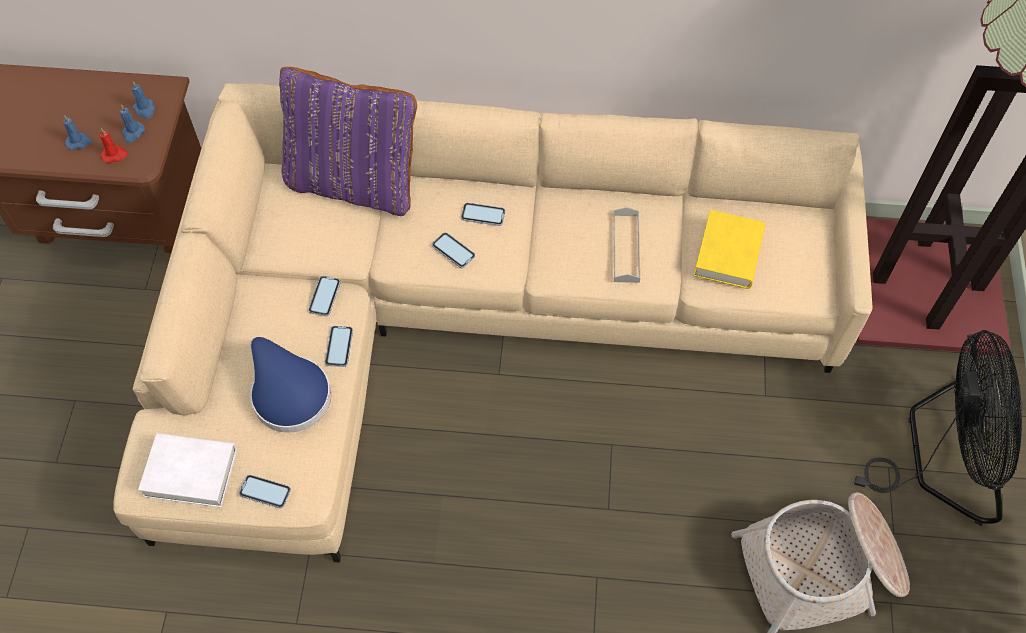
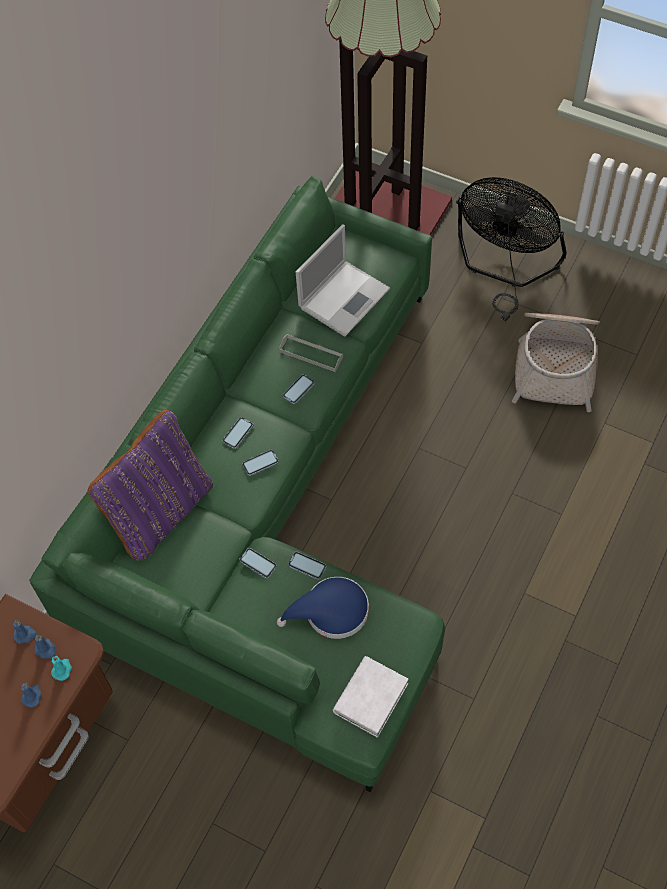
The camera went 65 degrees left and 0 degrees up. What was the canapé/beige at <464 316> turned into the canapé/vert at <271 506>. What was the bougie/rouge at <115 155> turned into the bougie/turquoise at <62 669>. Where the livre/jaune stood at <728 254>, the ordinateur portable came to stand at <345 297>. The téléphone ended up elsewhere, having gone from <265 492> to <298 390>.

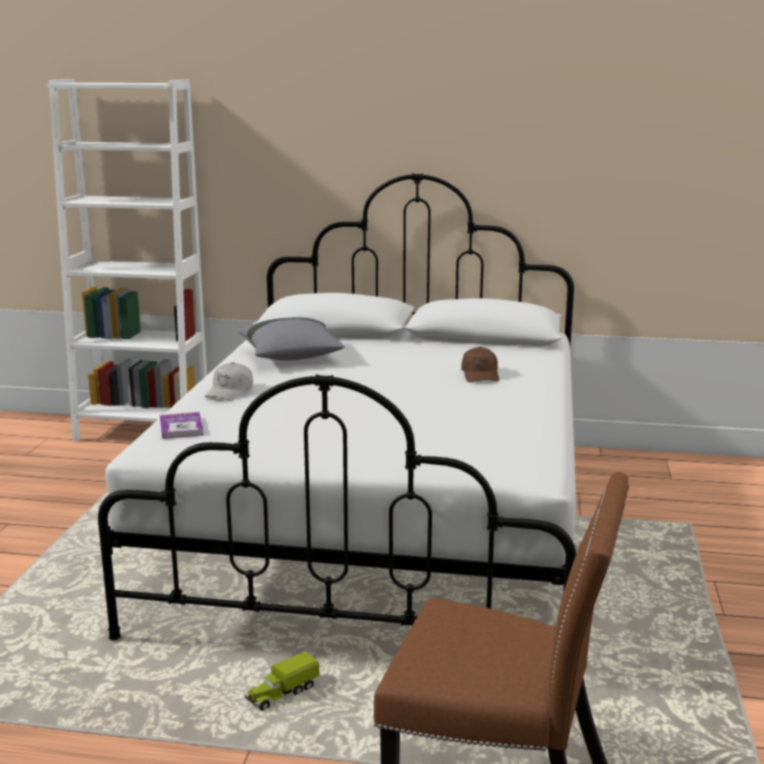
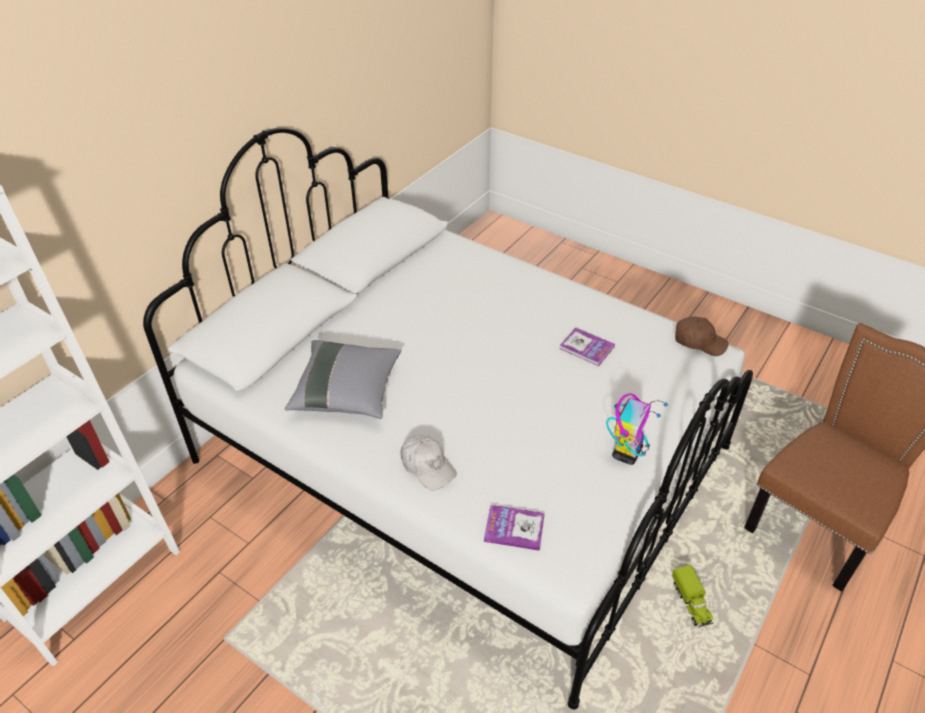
The camera went 65 degrees left and 25 degrees up. The casquette/marron ended up elsewhere, having gone from <480 375> to <699 341>. The second view gained the livre at <586 348>. The second view gained the robot jouet at <627 452>.

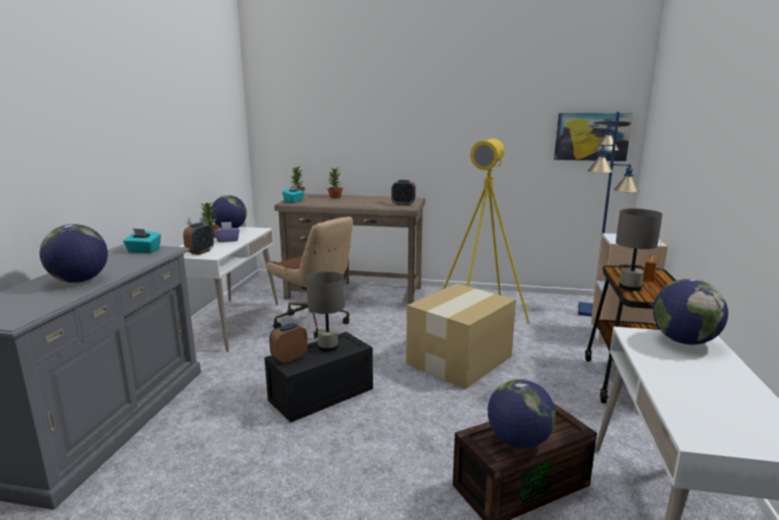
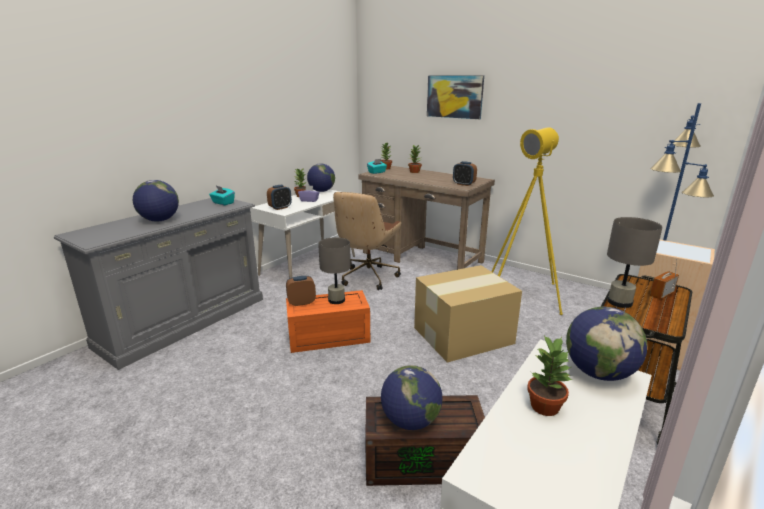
The camera went 25 degrees right and 5 degrees up. The tableau ended up elsewhere, having gone from <591 137> to <454 96>. The chaise de bureau/marron at <313 324> ended up facing another way, 45 degrees clockwise from before. What was the boîte de rangement/noir at <320 395> turned into the boîte de rangement/orange at <327 337>. The second view gained the plante en pot at <544 406>.

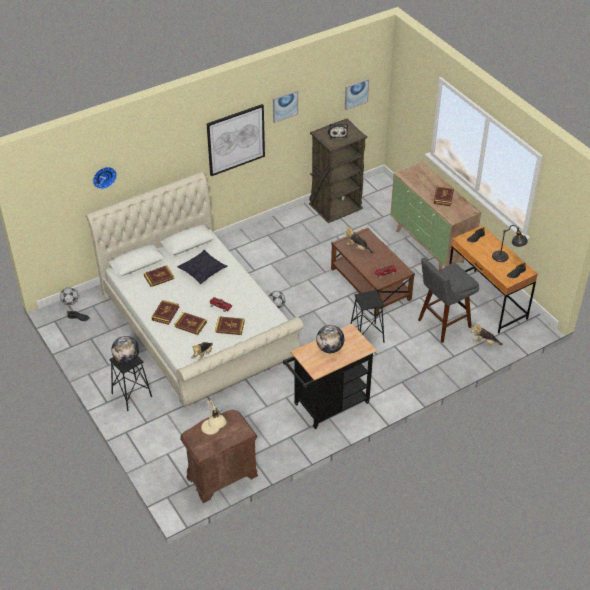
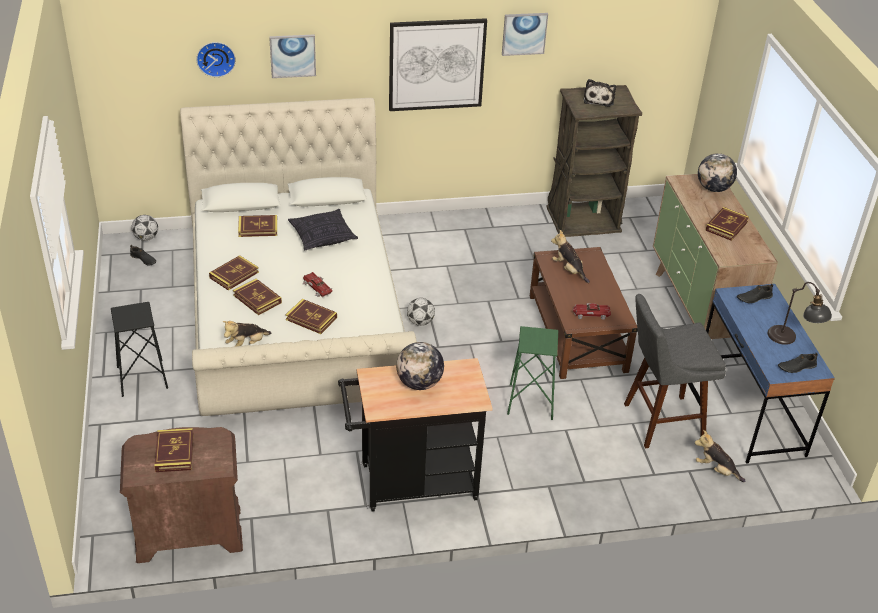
The camera went 20 degrees right and 5 degrees down. The tableau ended up elsewhere, having gone from <356 93> to <292 55>. What was the bureau/marron at <486 301> turned into the bureau/bleu at <749 410>. What was the tabouret/noir at <366 335> turned into the tabouret/vert at <531 402>. The globe ended up elsewhere, having gone from <127 359> to <713 188>. Where the lampe de table/beige stood at <214 433>, the livre came to stand at <174 452>.

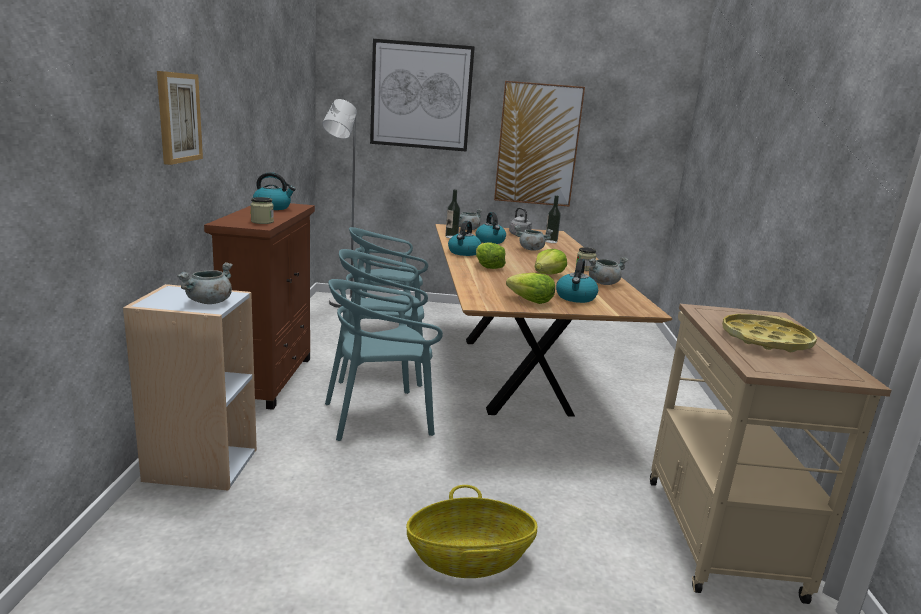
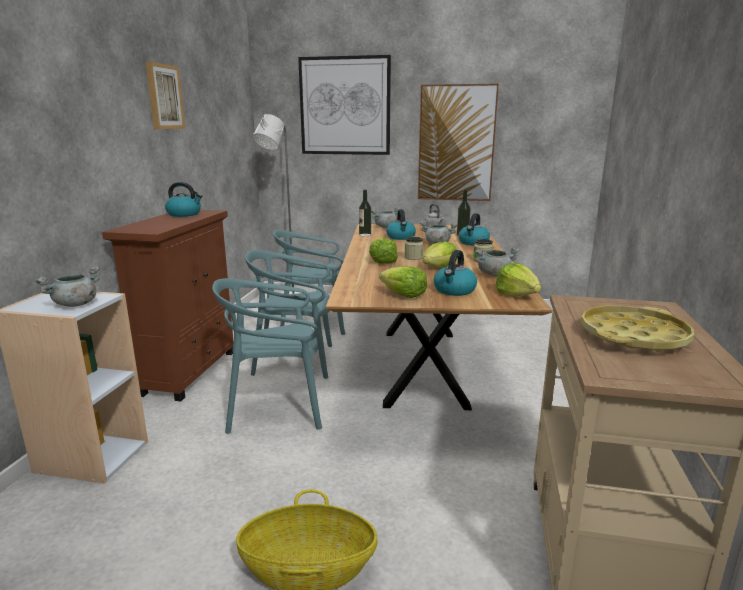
The camera went 10 degrees right and 0 degrees up. The tableau ended up elsewhere, having gone from <178 117> to <164 97>. The bocal ended up elsewhere, having gone from <262 222> to <413 257>. The bouilloire ended up elsewhere, having gone from <464 252> to <473 243>. The second view gained the laitue at <517 294>.

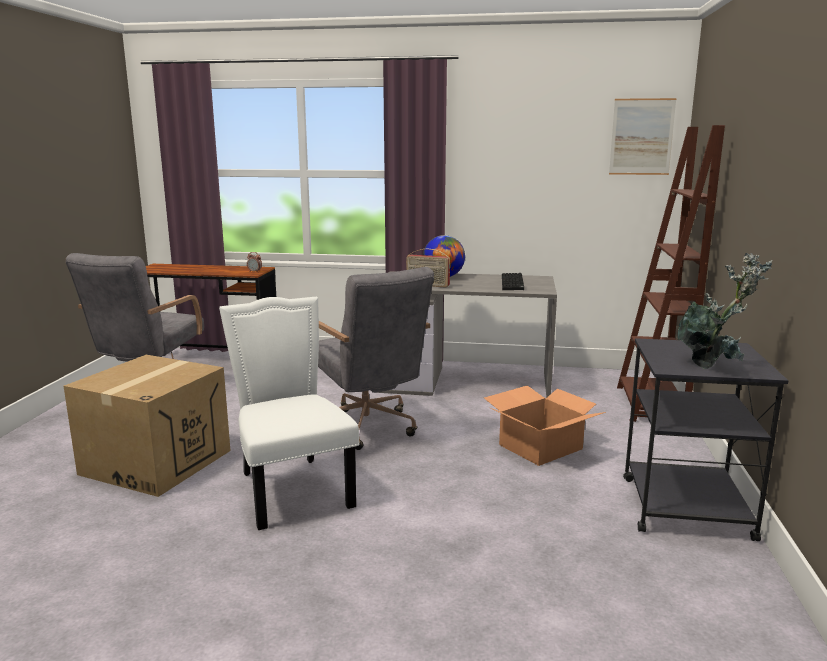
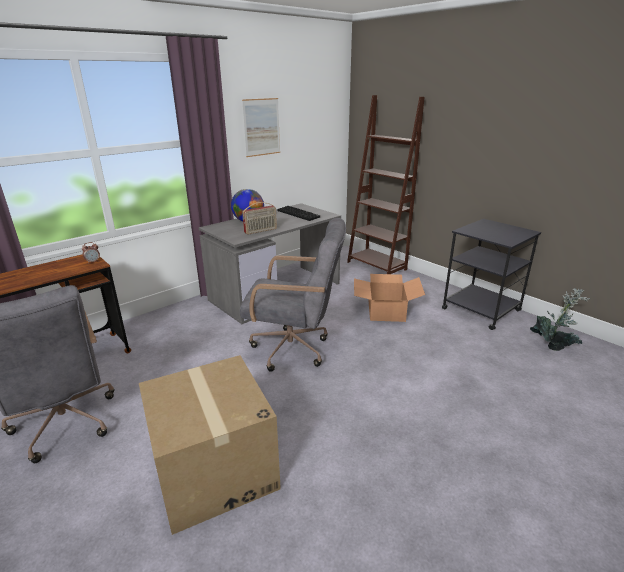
The camera went 50 degrees left and 10 degrees up. The tableau ended up elsewhere, having gone from <641 137> to <262 127>. The plante en pot ended up elsewhere, having gone from <712 365> to <553 346>. The second view lost the chaise/blanc at <293 492>.

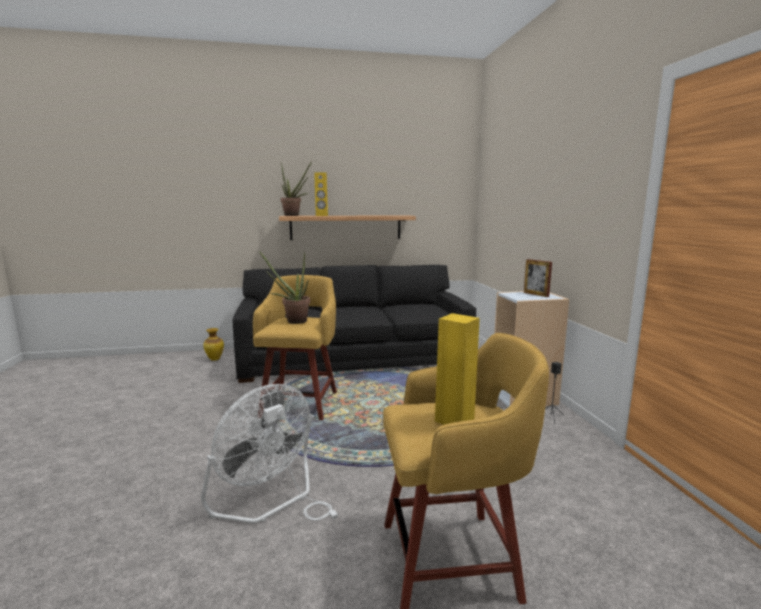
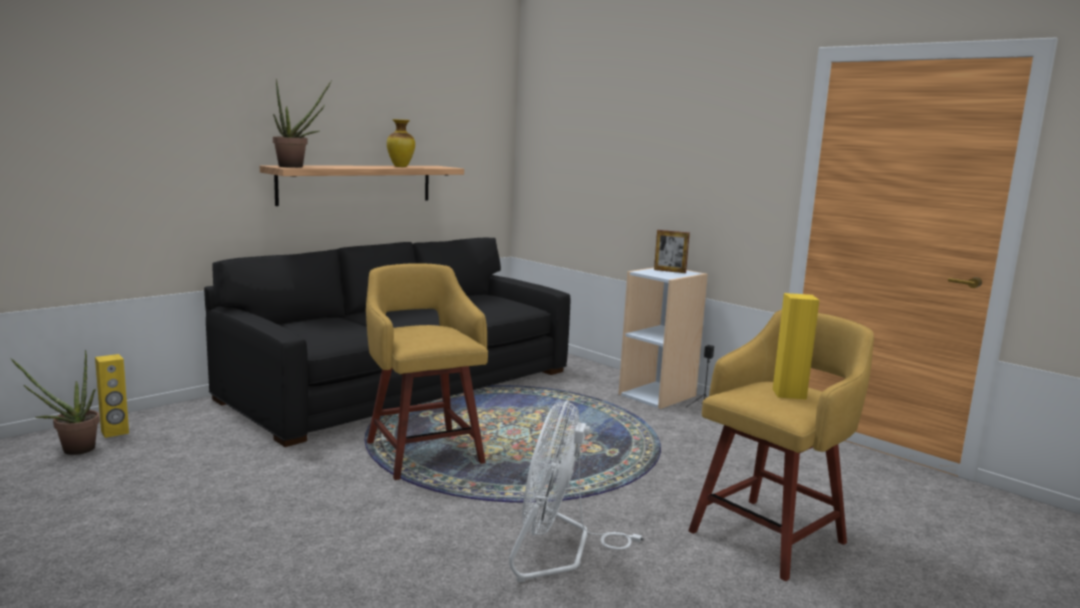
The camera went 35 degrees left and 0 degrees up. The enceinte/jaune ended up elsewhere, having gone from <321 215> to <115 432>. The plante en pot ended up elsewhere, having gone from <292 321> to <71 450>. The vase ended up elsewhere, having gone from <214 359> to <400 166>.

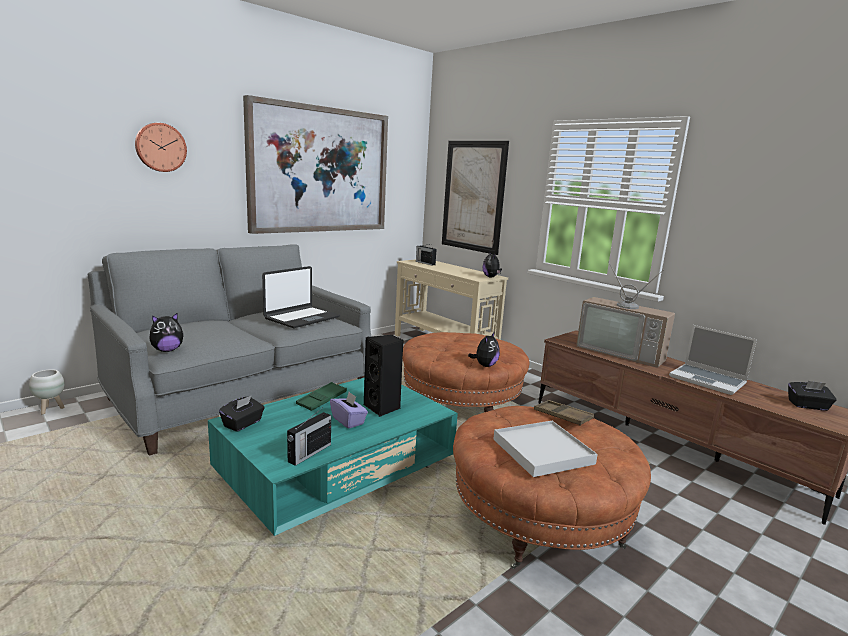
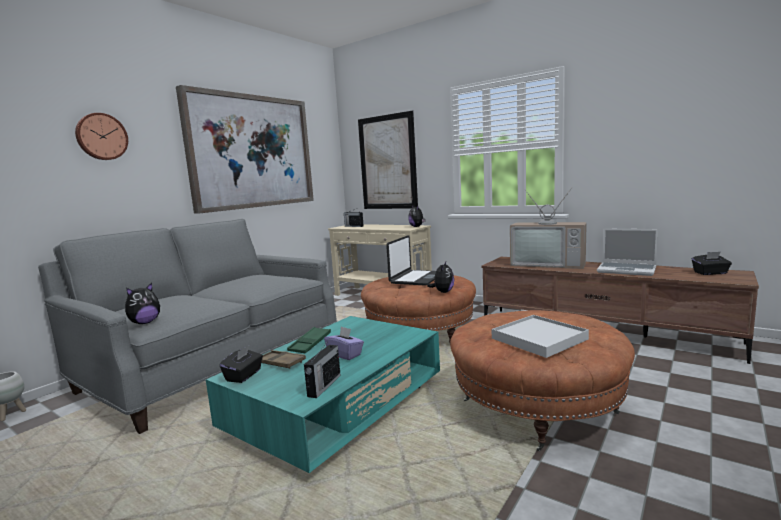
The camera went 10 degrees left and 5 degrees down. The ordinateur portable ended up elsewhere, having gone from <301 318> to <416 278>. The second view lost the enceinte/noir at <383 408>. The plateau/marron ended up elsewhere, having gone from <562 416> to <280 363>.

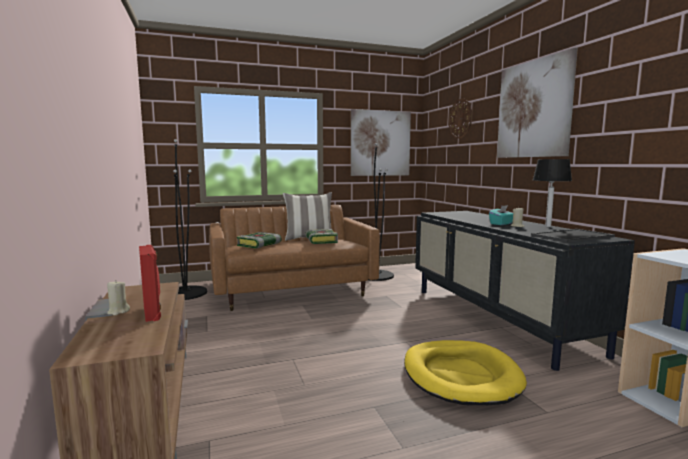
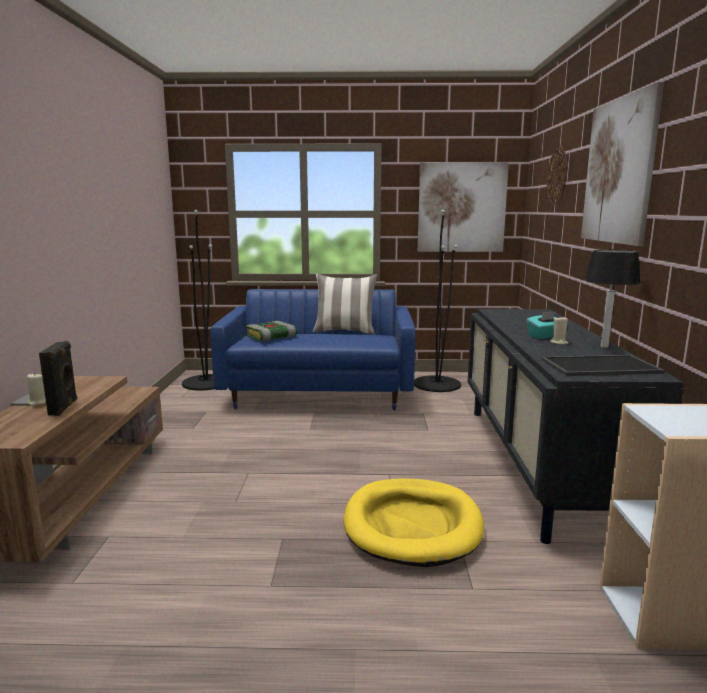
The camera went 20 degrees right and 5 degrees up. What was the canapé/marron at <292 291> turned into the canapé/bleu at <319 393>. The second view lost the livre at <320 241>. What was the enceinte/rouge at <153 313> turned into the enceinte/noir at <64 407>.

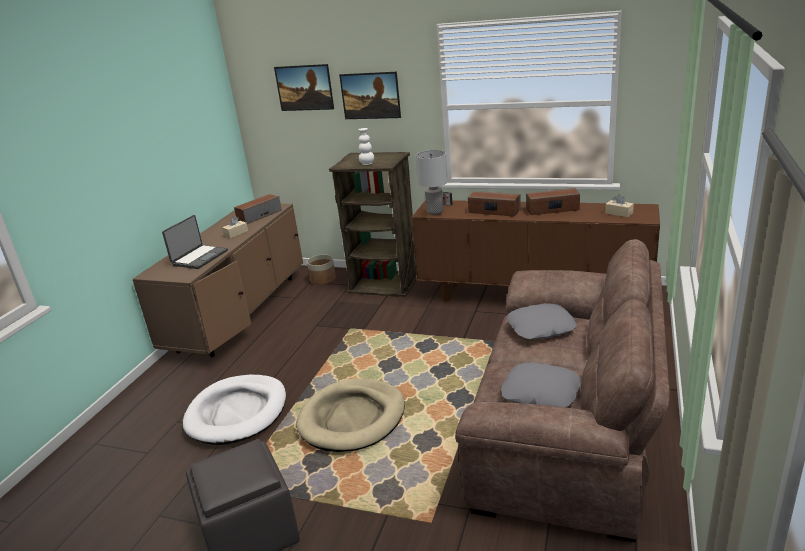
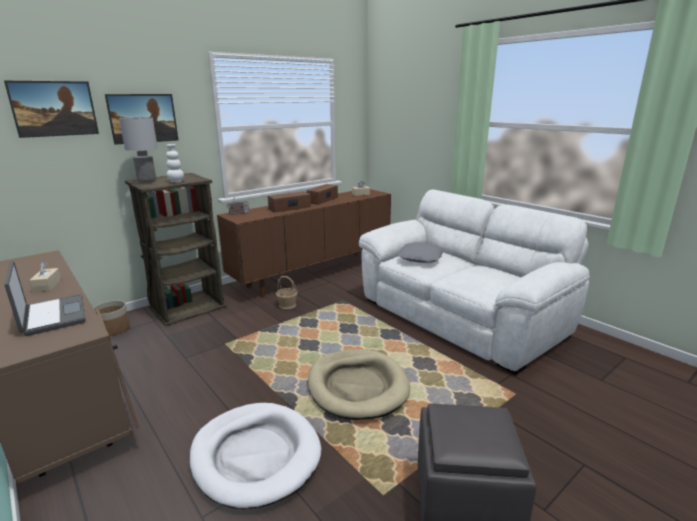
The camera went 60 degrees left and 5 degrees down. The lampe de table/gris ended up elsewhere, having gone from <435 213> to <147 182>. The second view lost the enceinte at <259 216>. What was the canapé/marron at <567 428> turned into the canapé/blanc at <461 315>. The second view lost the coussin/gris at <540 393>. The second view gained the panier at <287 305>.

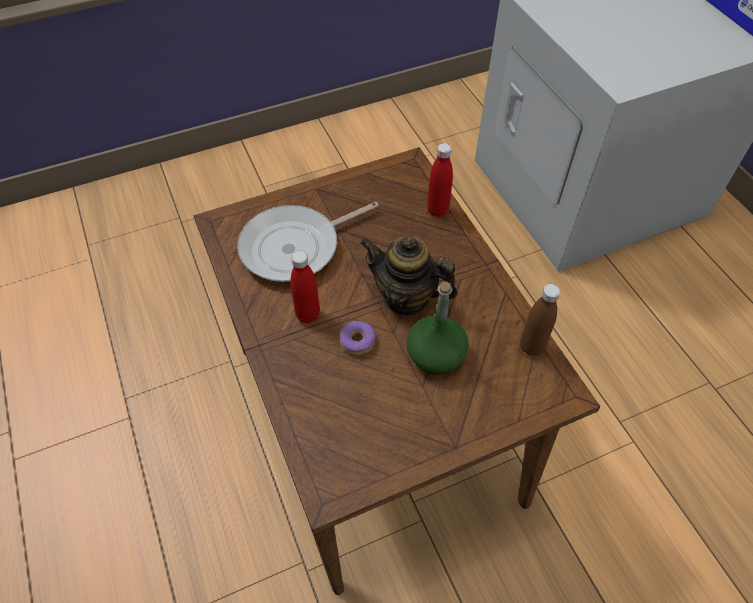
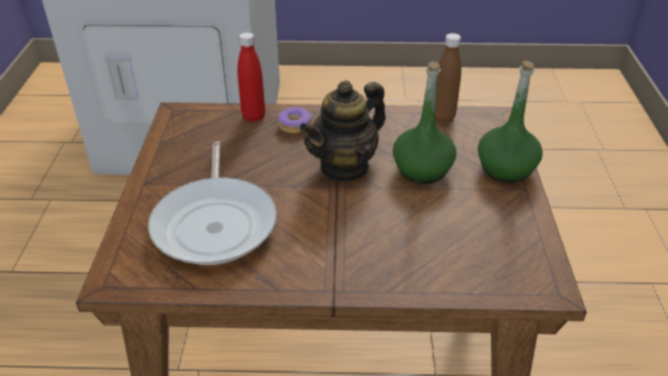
The camera went 65 degrees left and 15 degrees down. The second view lost the bouteille/rouge at <308 315>. The beignet ended up elsewhere, having gone from <358 341> to <295 125>. The second view gained the bouteille/vert at <506 169>.

